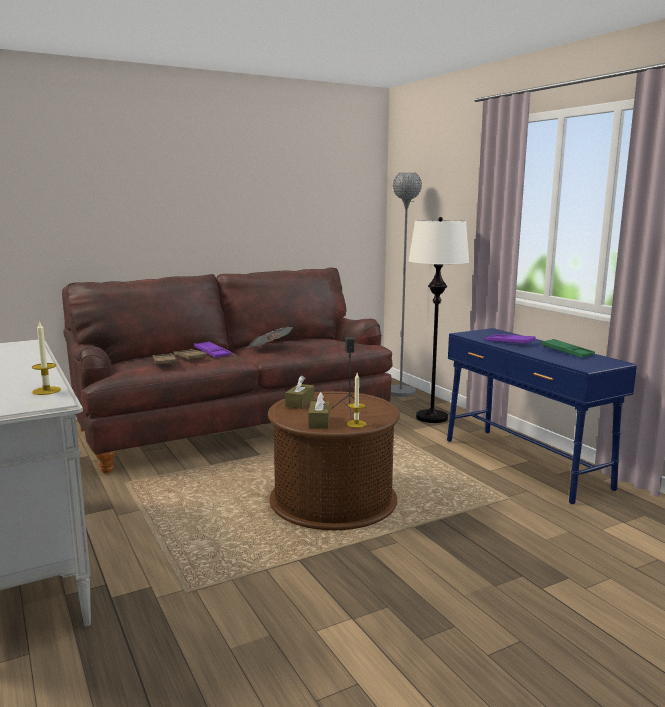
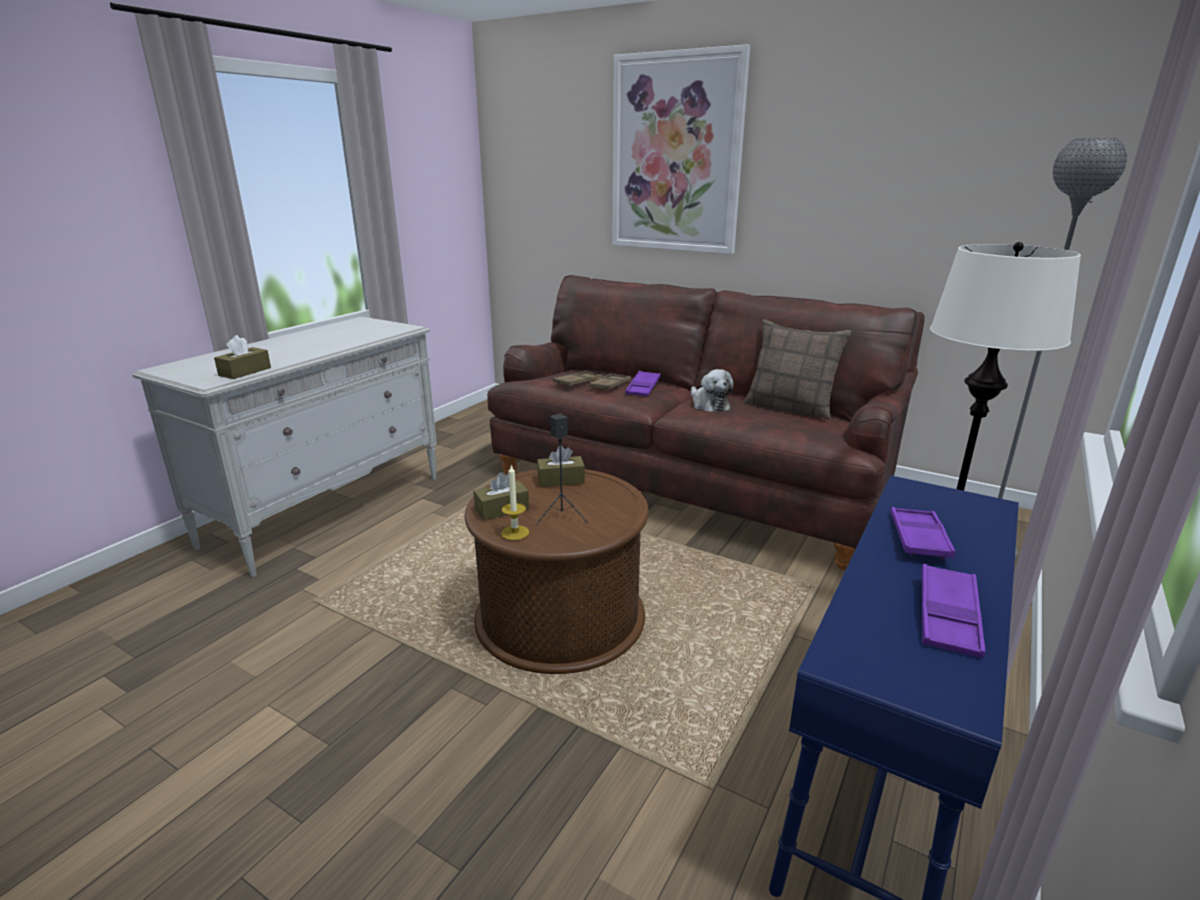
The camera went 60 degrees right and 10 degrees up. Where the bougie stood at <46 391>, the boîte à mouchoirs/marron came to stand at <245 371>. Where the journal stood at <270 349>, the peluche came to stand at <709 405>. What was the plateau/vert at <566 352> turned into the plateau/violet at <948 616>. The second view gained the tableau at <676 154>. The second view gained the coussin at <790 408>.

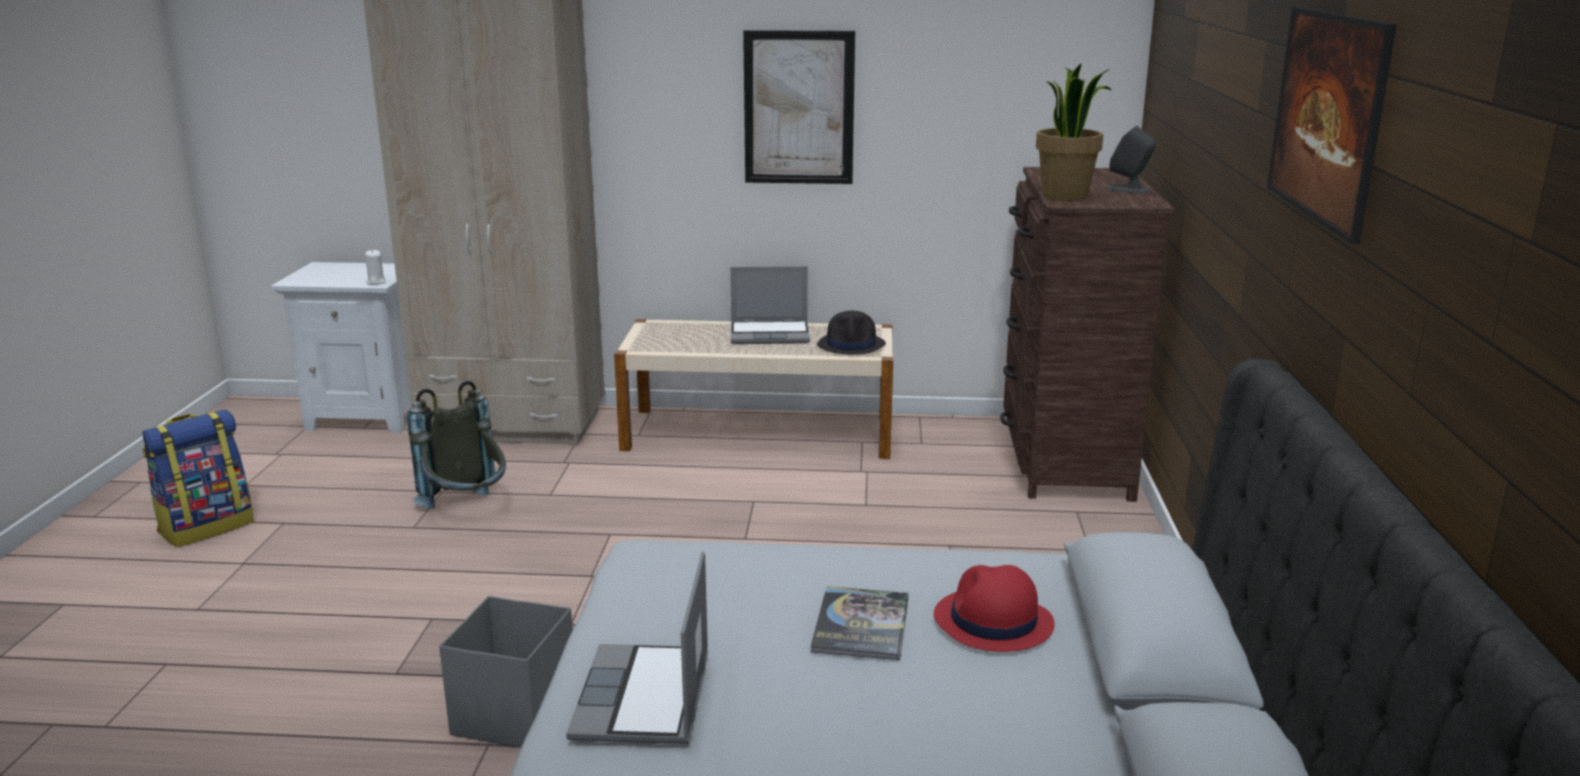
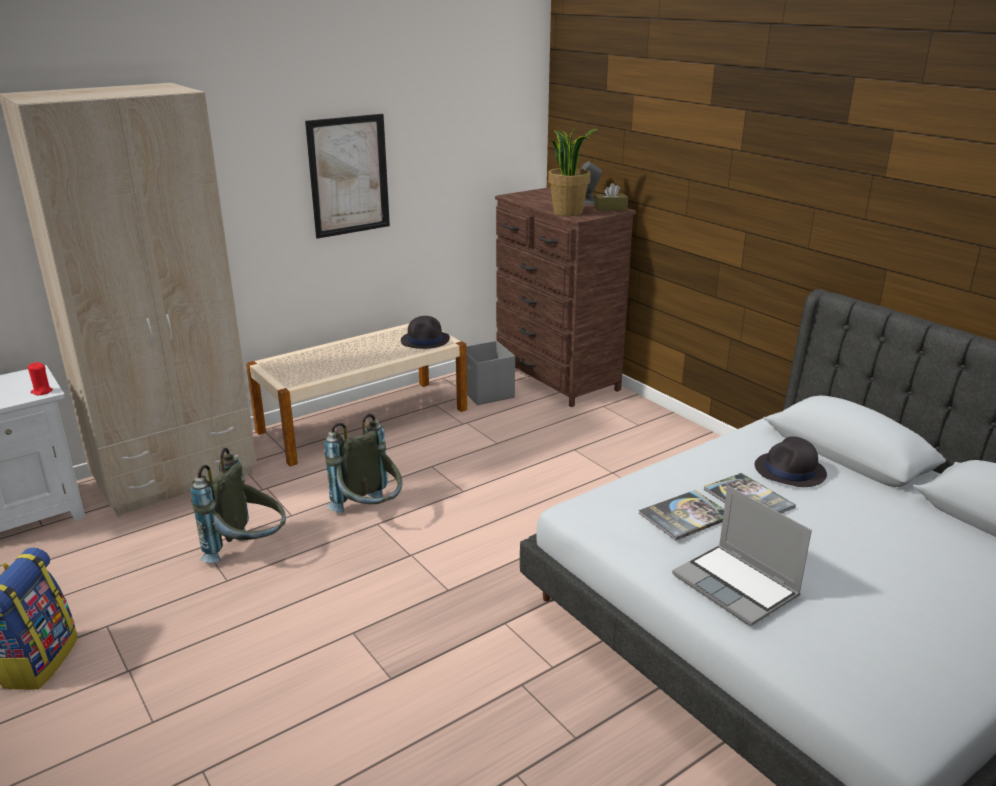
The camera went 40 degrees left and 5 degrees up. The second view lost the tableau at <1319 166>. What was the bougie/blanc at <375 282> turned into the bougie/rouge at <42 391>. The second view lost the ordinateur portable at <771 334>. What was the chapeau/rouge at <992 622> turned into the chapeau/noir at <790 471>. The boîte de rangement/gris ended up elsewhere, having gone from <513 715> to <487 393>. The second view gained the boîte à mouchoirs/marron at <610 209>. The second view gained the sac à dos/gris at <370 513>. The second view gained the livre at <685 516>.

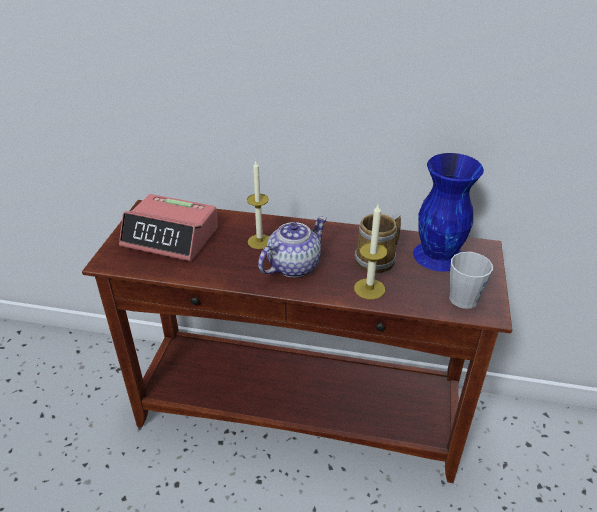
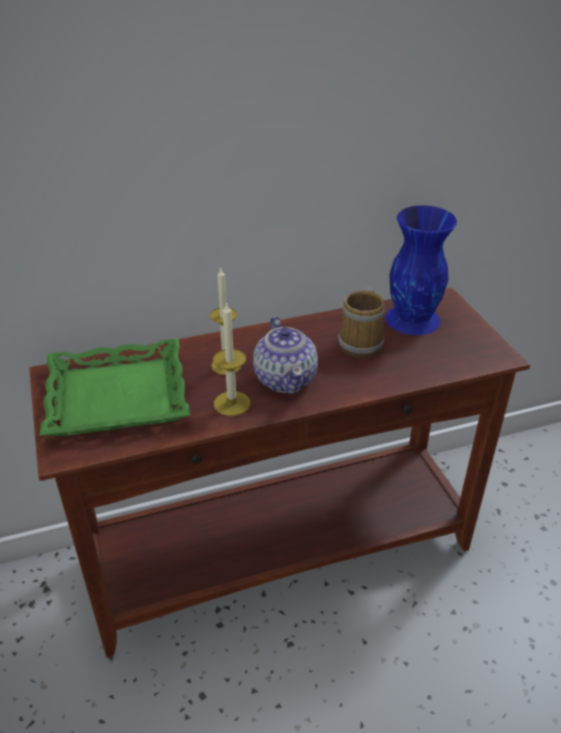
The camera went 30 degrees left and 0 degrees up. Where the réveil stood at <171 237>, the plateau/vert came to stand at <117 396>. The bougie ended up elsewhere, having gone from <369 289> to <232 403>. The théière at <292 266> ended up facing another way, 150 degrees clockwise from before. The second view lost the mug/gris at <463 294>.

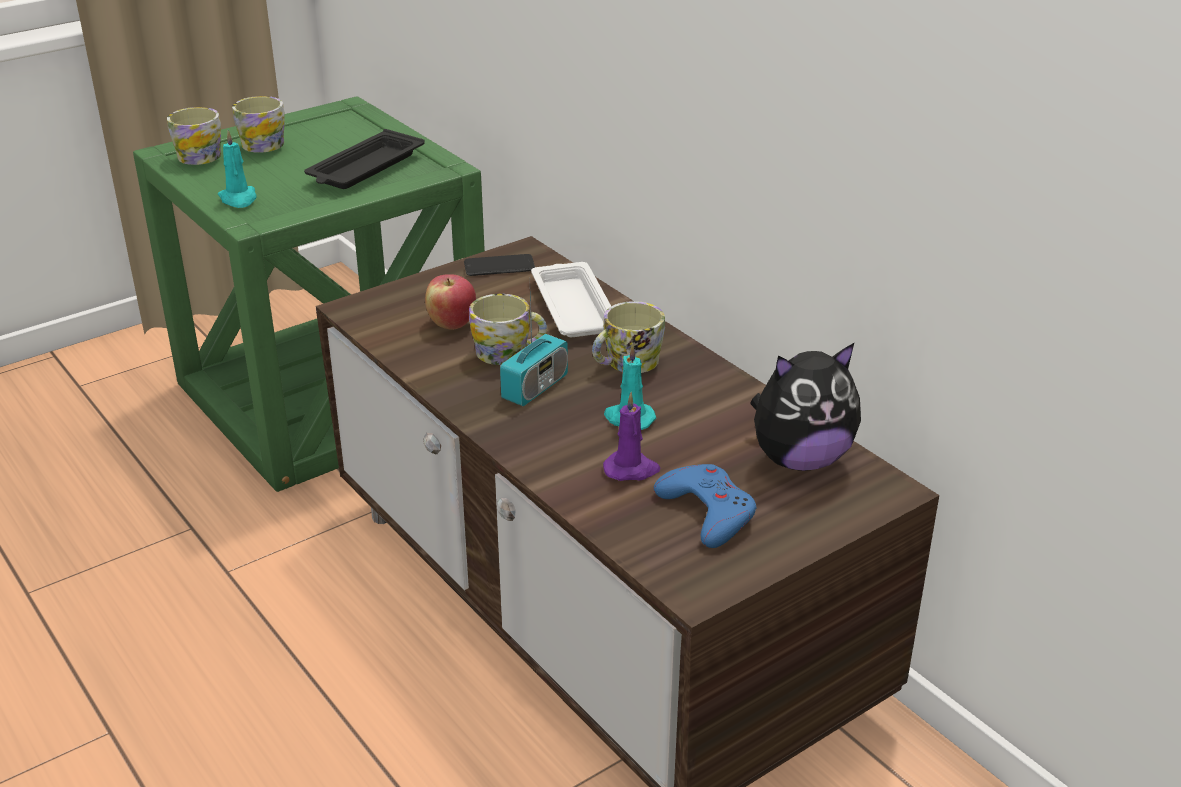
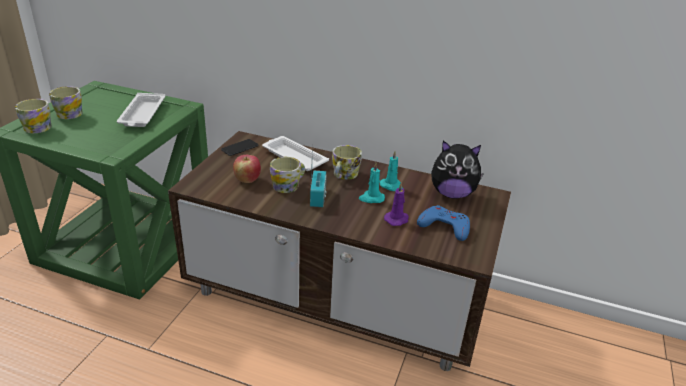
The camera went 35 degrees left and 0 degrees up. What was the plateau/noir at <364 168> turned into the plateau/blanc at <142 114>. The bougie/turquoise ended up elsewhere, having gone from <239 199> to <392 186>. The peluche at <800 459> ended up facing another way, 60 degrees clockwise from before.

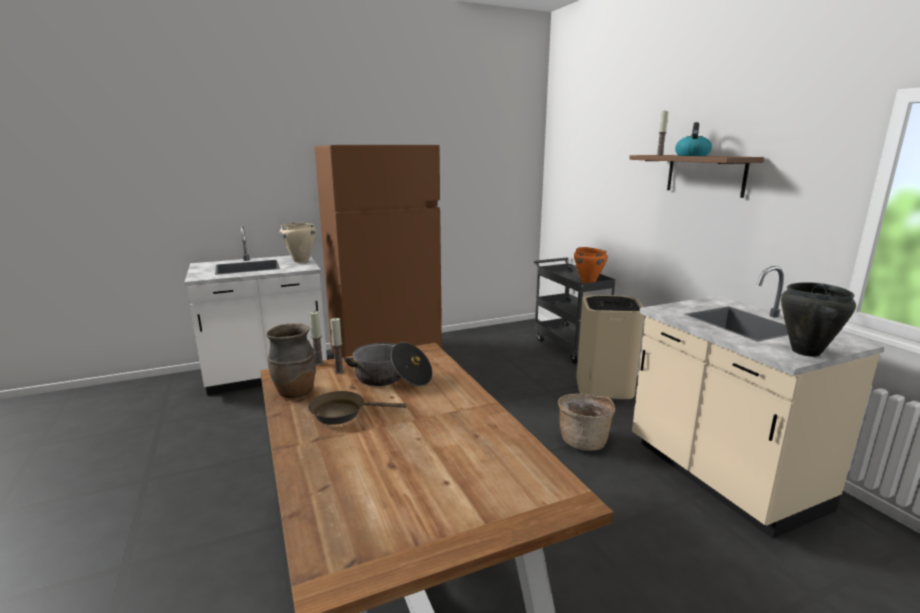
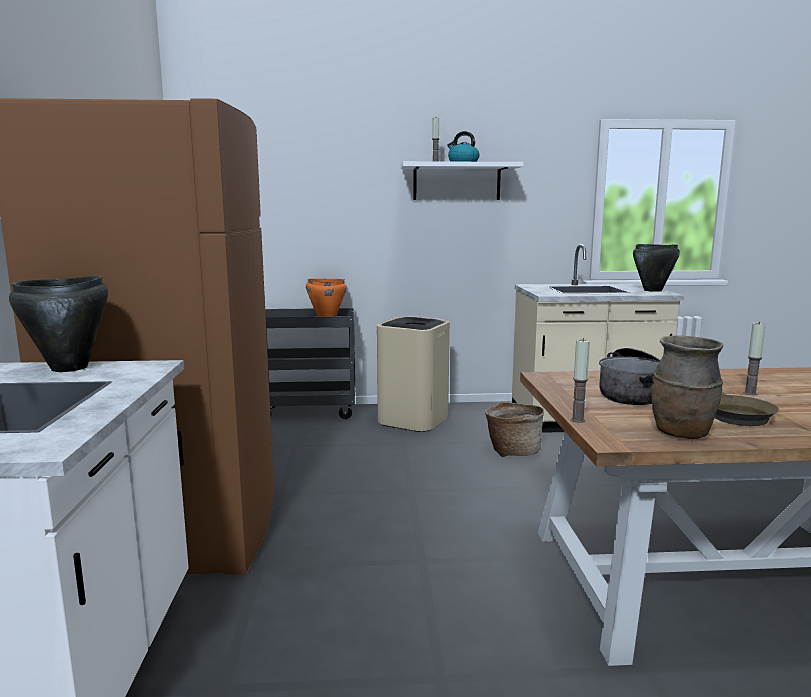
The camera went 70 degrees left and 5 degrees down. What was the étagère/marron at <705 174> turned into the étagère/blanc at <456 182>. What was the marmite/beige at <300 261> turned into the marmite/noir at <70 368>. The bougie ended up elsewhere, having gone from <339 371> to <750 393>.

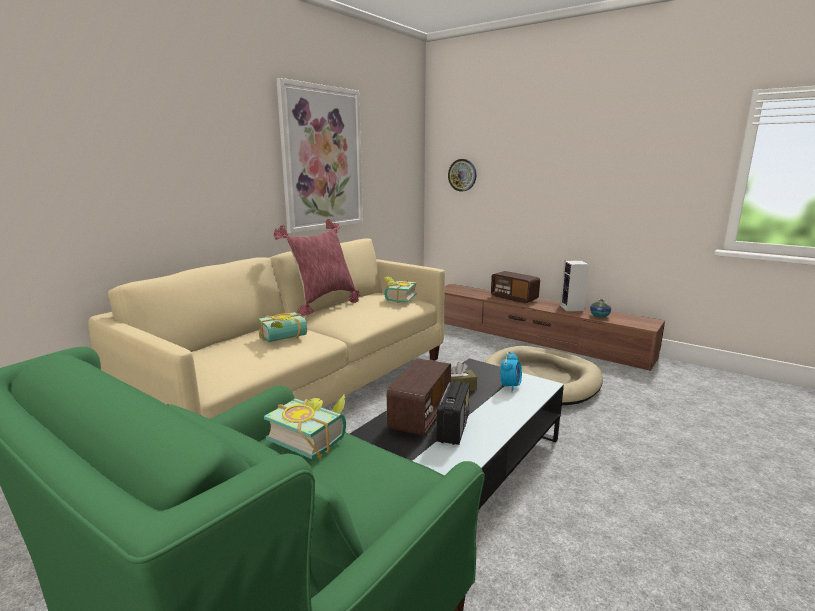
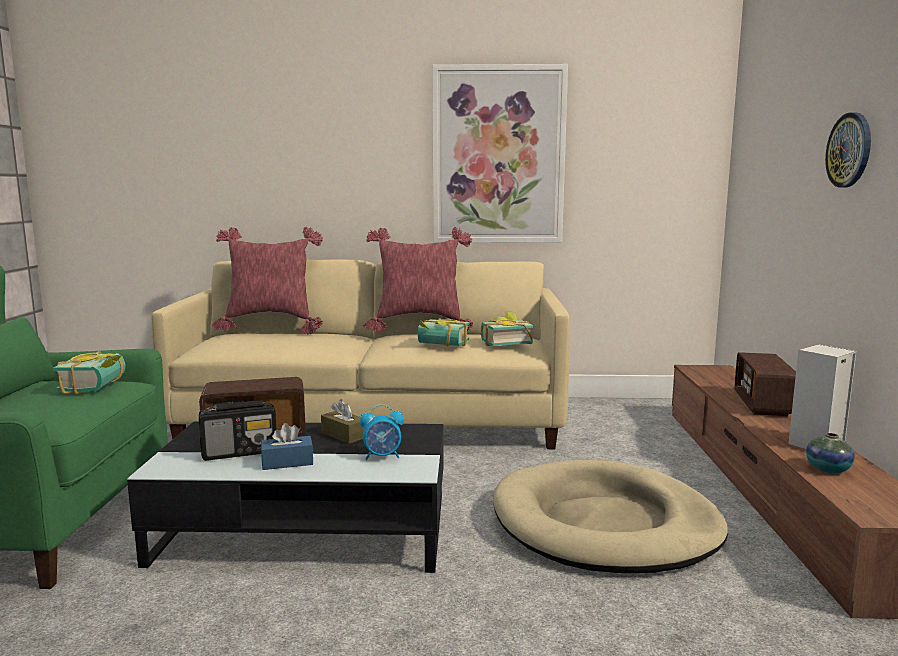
The camera went 55 degrees right and 5 degrees down. The horloge murale ended up elsewhere, having gone from <462 175> to <849 150>. The livre ended up elsewhere, having gone from <285 338> to <441 345>. The second view gained the coussin/rouge at <271 331>. The second view gained the boîte à mouchoirs/bleu at <287 462>.

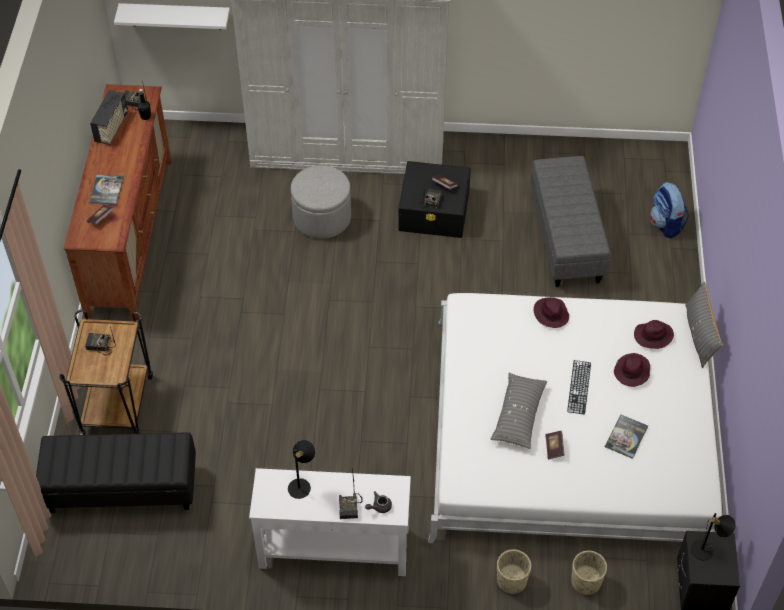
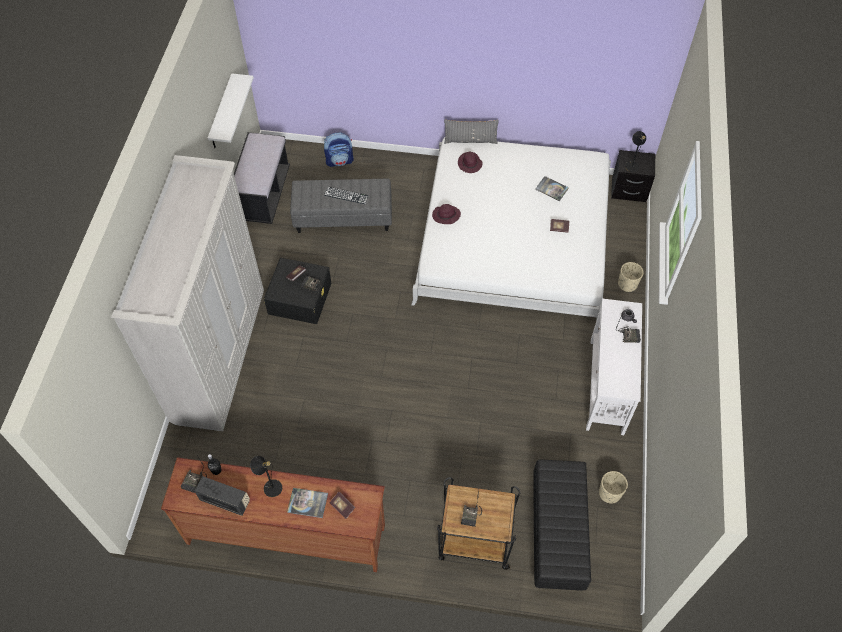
The camera went 85 degrees left and 5 degrees up. The étagère/blanc ended up elsewhere, having gone from <175 16> to <221 113>. The second view lost the pouf/gris at <322 218>. The second view lost the chapeau/violet at <632 372>. The clavier ended up elsewhere, having gone from <579 387> to <346 195>. The second view lost the coussin/gris at <518 415>. The lampe de table/noir ended up elsewhere, having gone from <302 485> to <270 486>. The cache-pot/beige ended up elsewhere, having gone from <585 582> to <609 493>. The second view gained the banc/noir at <263 194>.

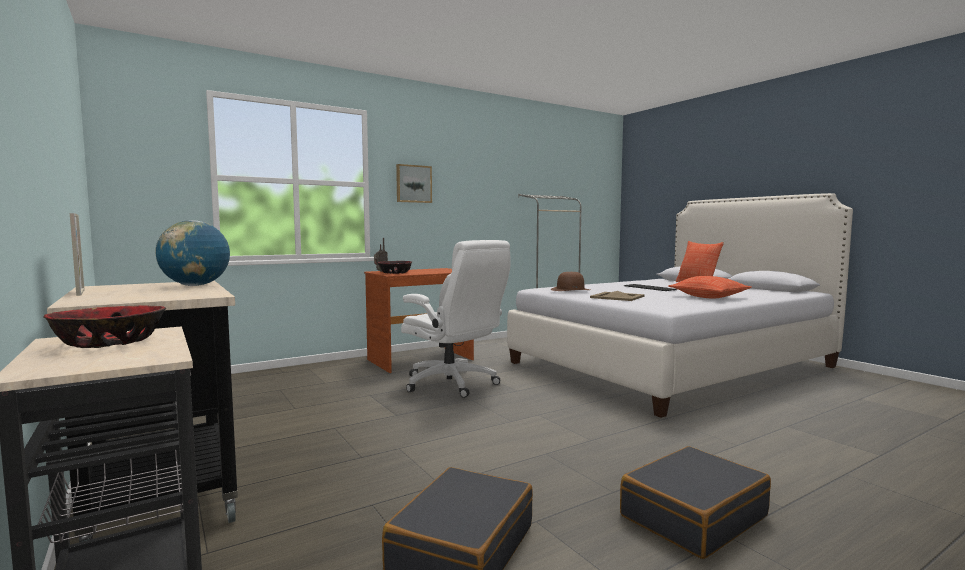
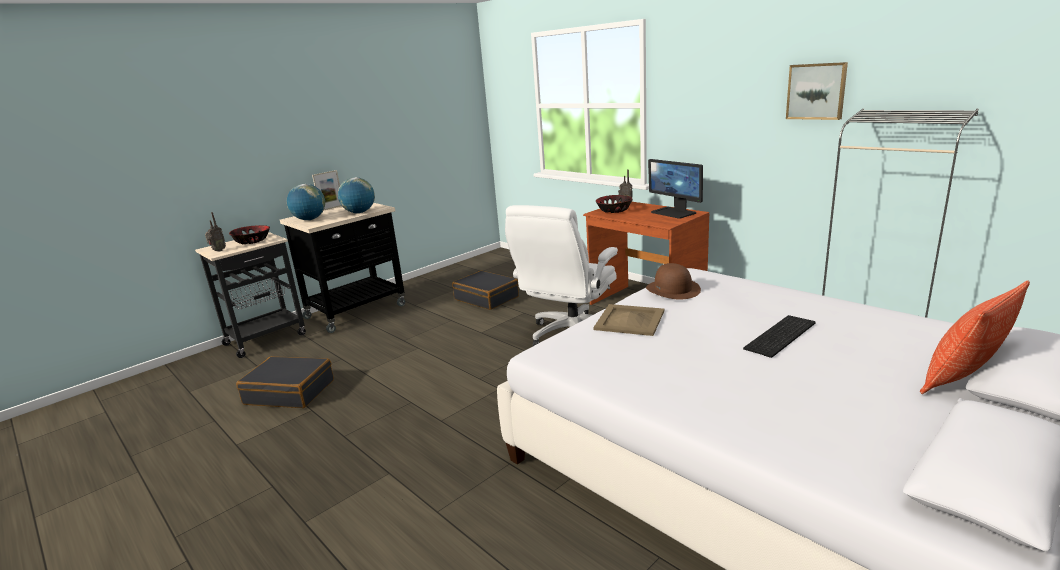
The camera went 80 degrees right and 15 degrees up. The tableau ended up elsewhere, having gone from <413 184> to <816 91>. The second view lost the coussin/orange at <709 297>. The valise/noir ended up elsewhere, having gone from <693 516> to <487 298>. The second view gained the écran d'ordinateur at <674 212>. The second view gained the globe at <310 219>. The second view gained the radio at <218 251>.

